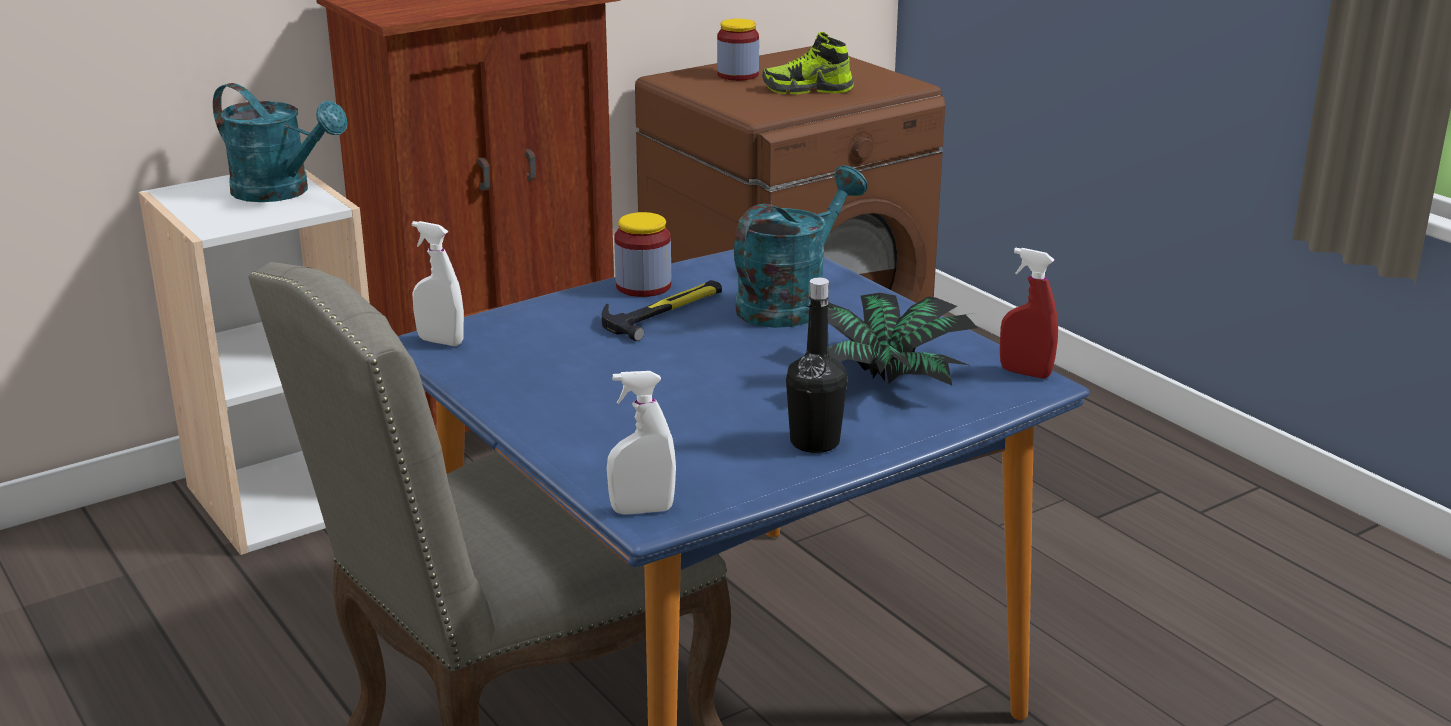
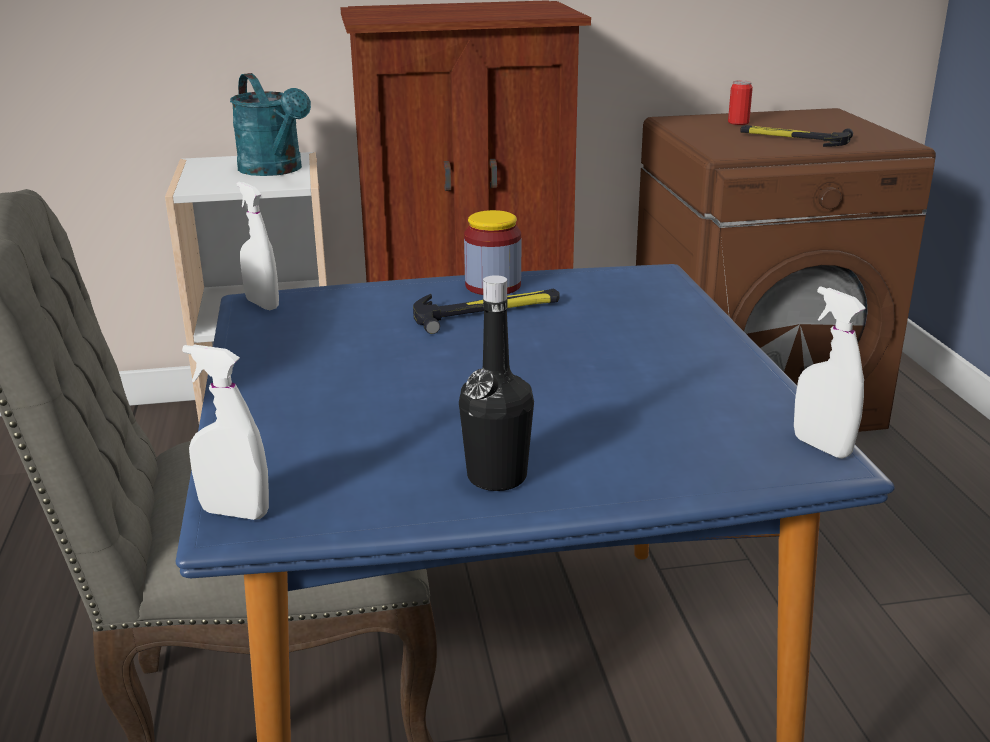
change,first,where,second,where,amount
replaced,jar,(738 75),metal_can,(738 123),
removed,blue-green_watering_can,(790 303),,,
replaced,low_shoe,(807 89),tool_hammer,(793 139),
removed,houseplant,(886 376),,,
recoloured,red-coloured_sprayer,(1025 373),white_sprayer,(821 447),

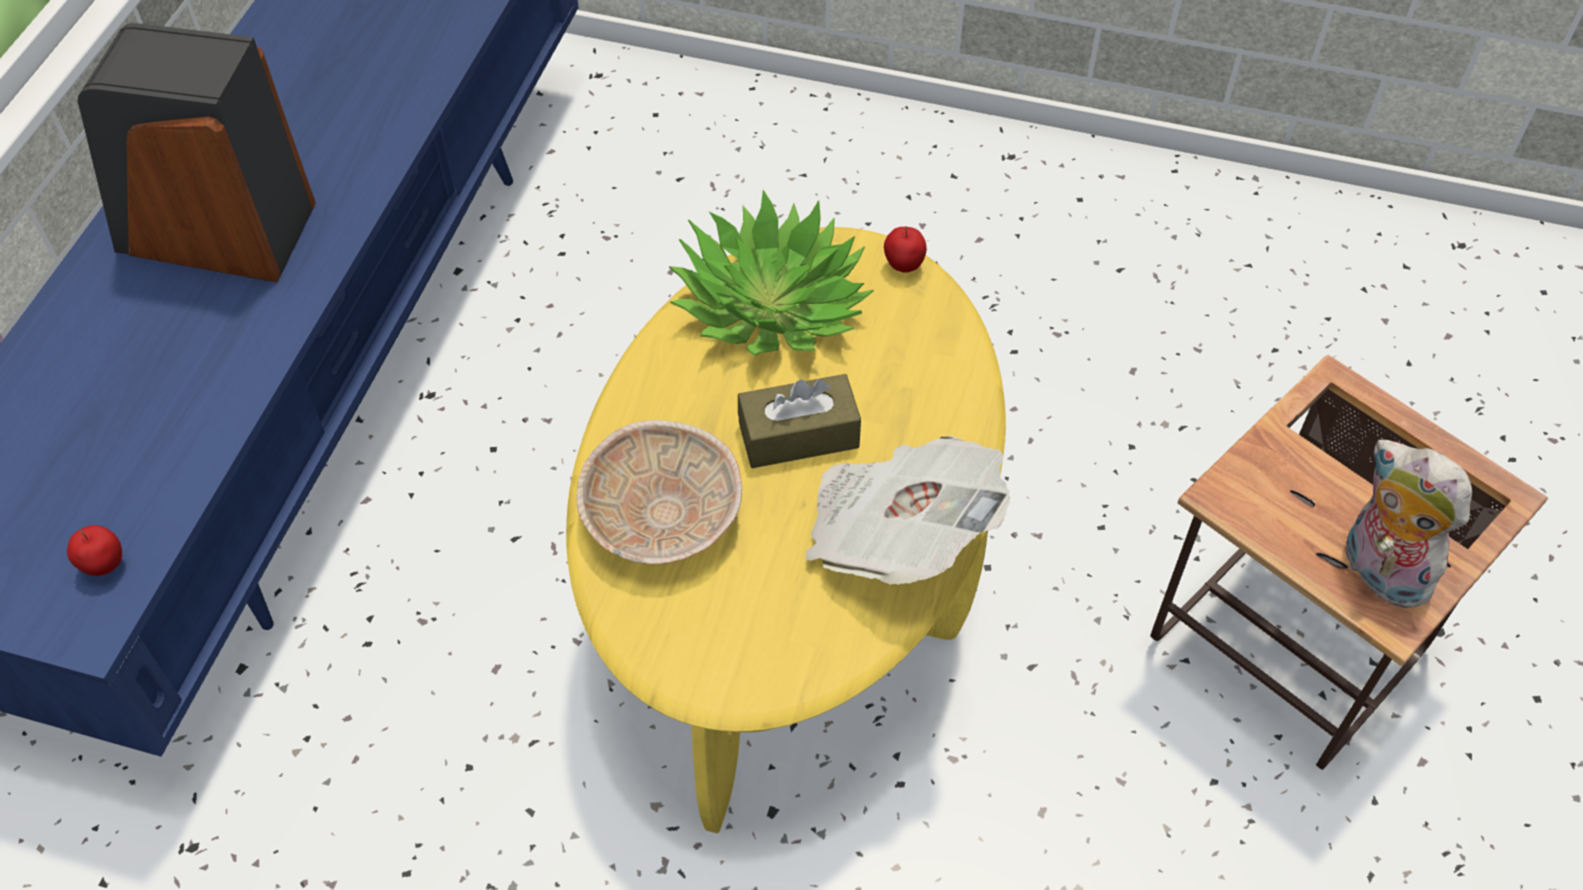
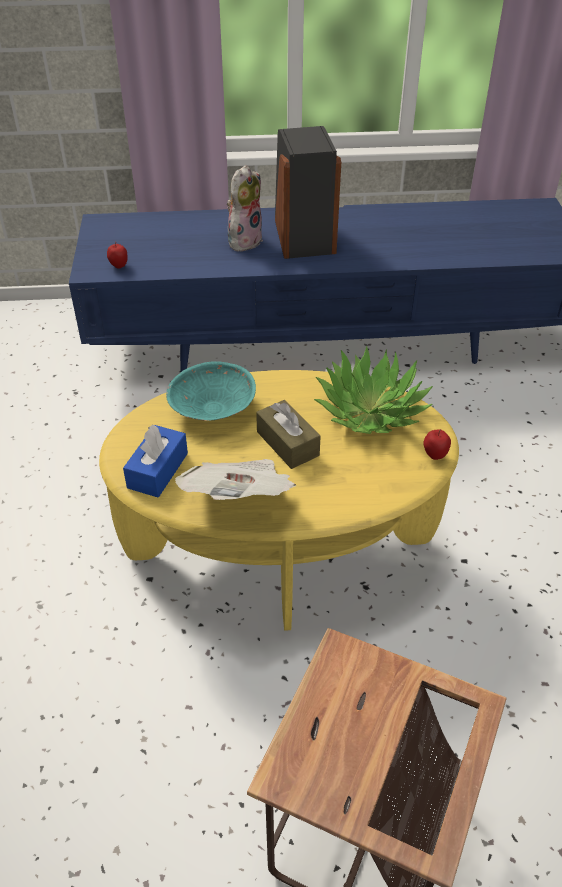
change,first,where,second,where,amount
recoloured,beige_deep_dish,(662 517),blue-green_deep_dish,(211 409),
moved,soft_toy,(1378 571),,(244 240),
added,,,blue_tissue_box,(158 470),

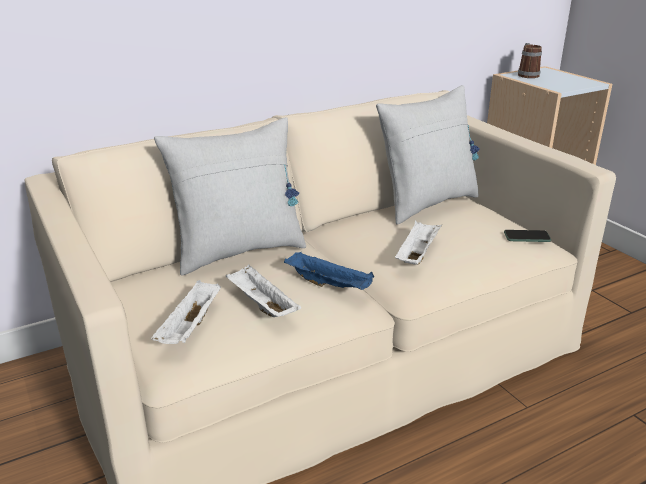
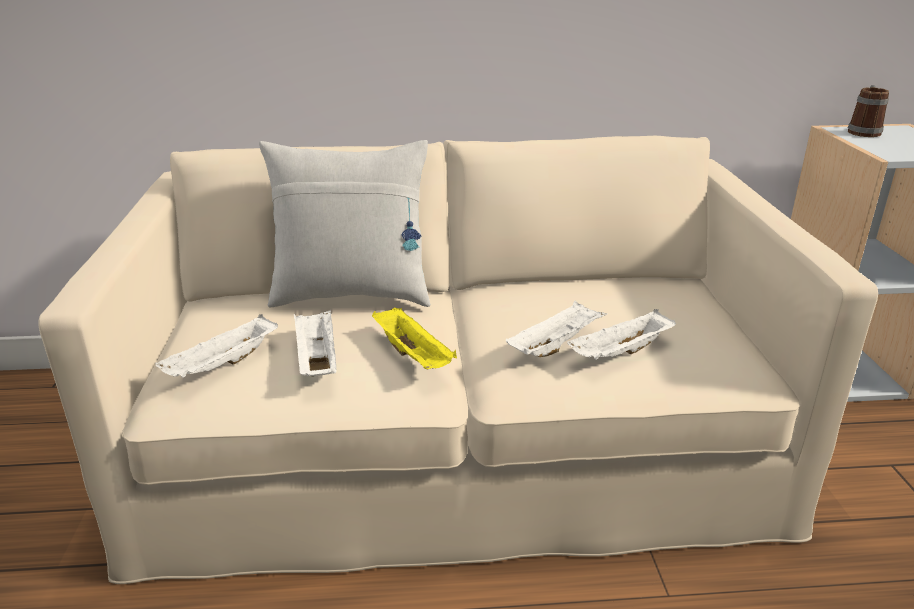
change,first,where,second,where,amount
recoloured,blue_carrying_tray,(330 285),yellow-coloured_carrying_tray,(414 356),
removed,gray_throw_pillow,(426 205),,,
removed,phone,(527 237),,,
added,,,white_carrying_tray,(621 353),

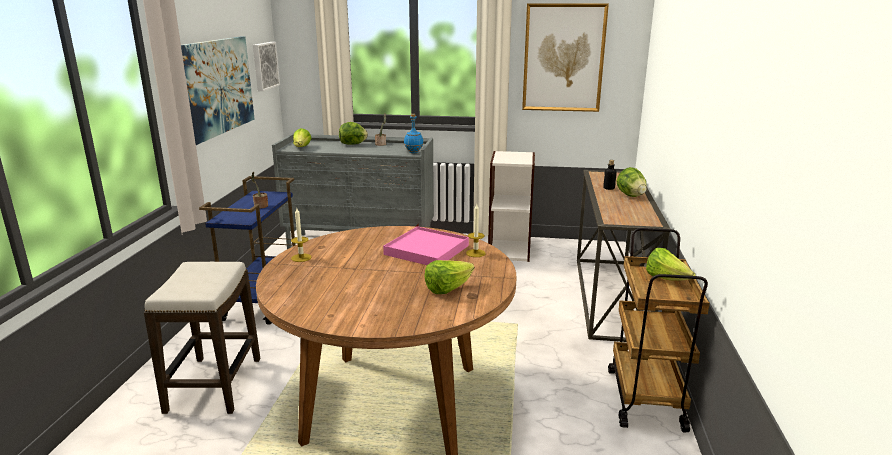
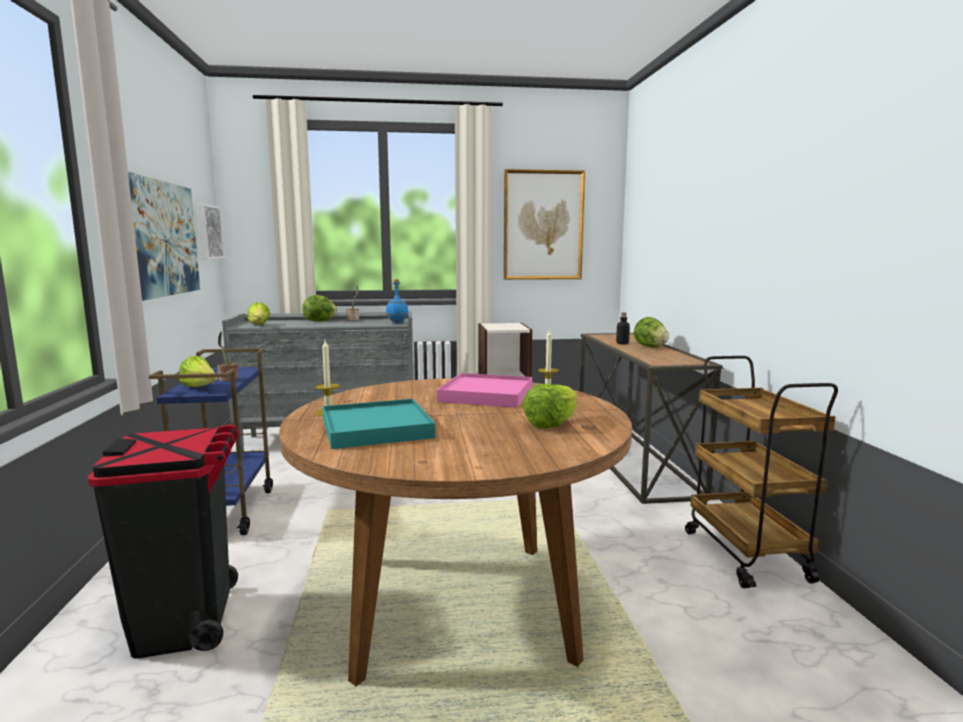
change,first,where,second,where,amount
replaced,stool_seat,(214 385),blackish_trash_can,(186 622),
moved,lettuce_head,(666 279),,(201 388),
added,,,blue-green_carrying_tray,(376 428),

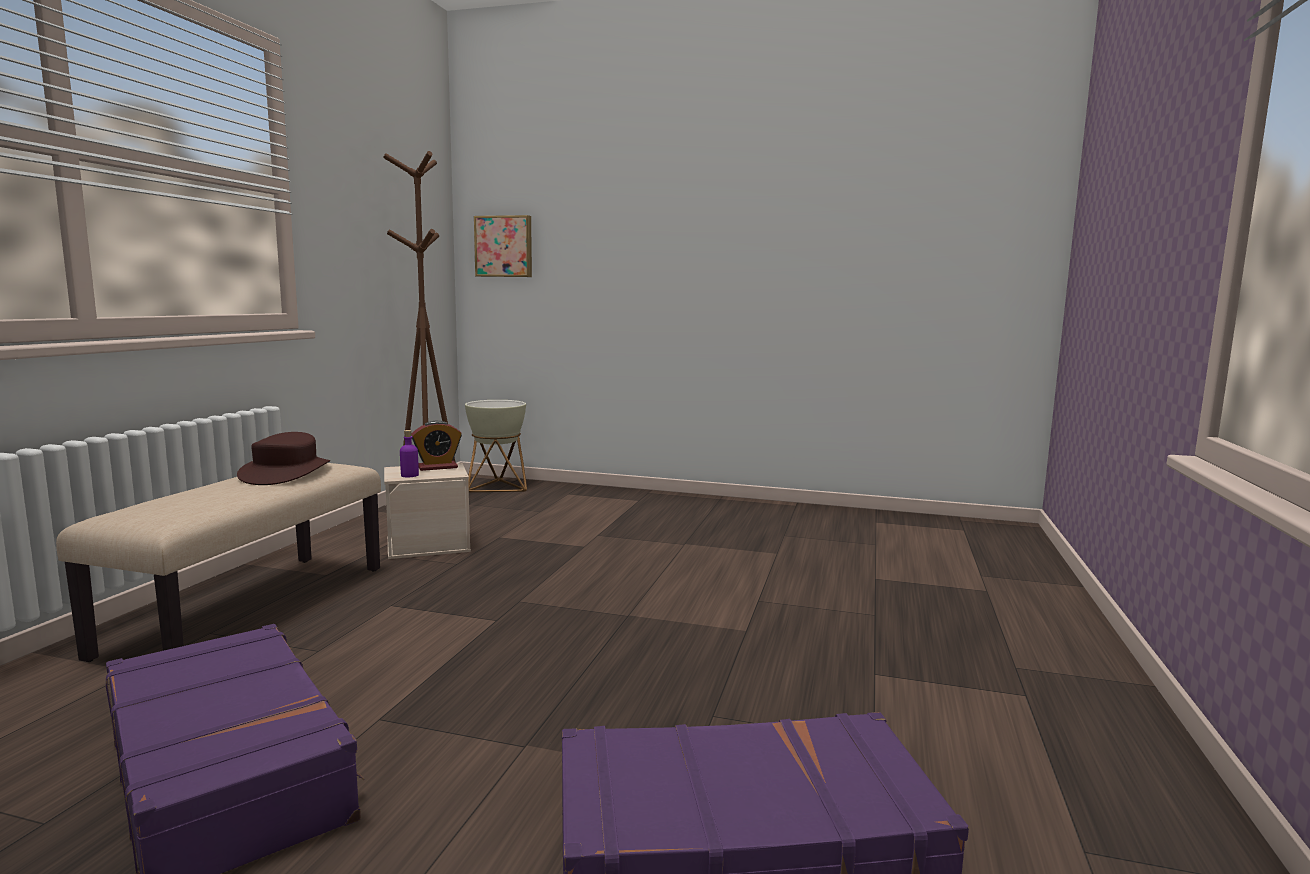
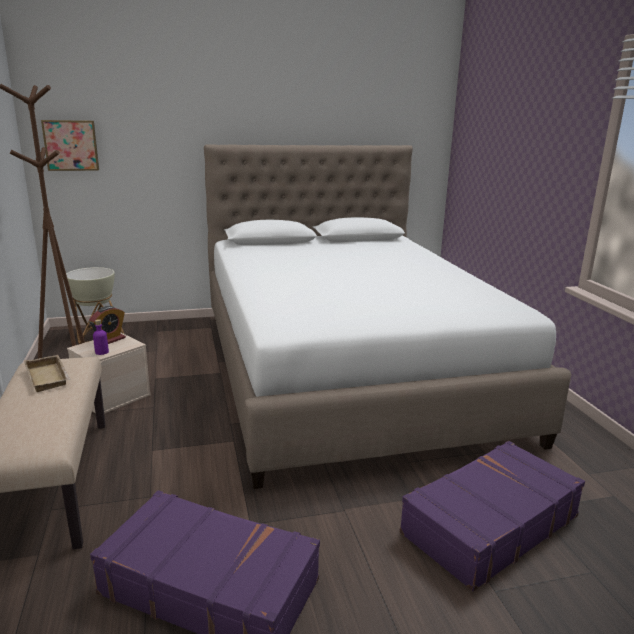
change,first,where,second,where,amount
replaced,brown_clothing_hat,(286 473),beige_carrying_tray,(49 377),
added,,,white_bedroom_bed,(346 369),

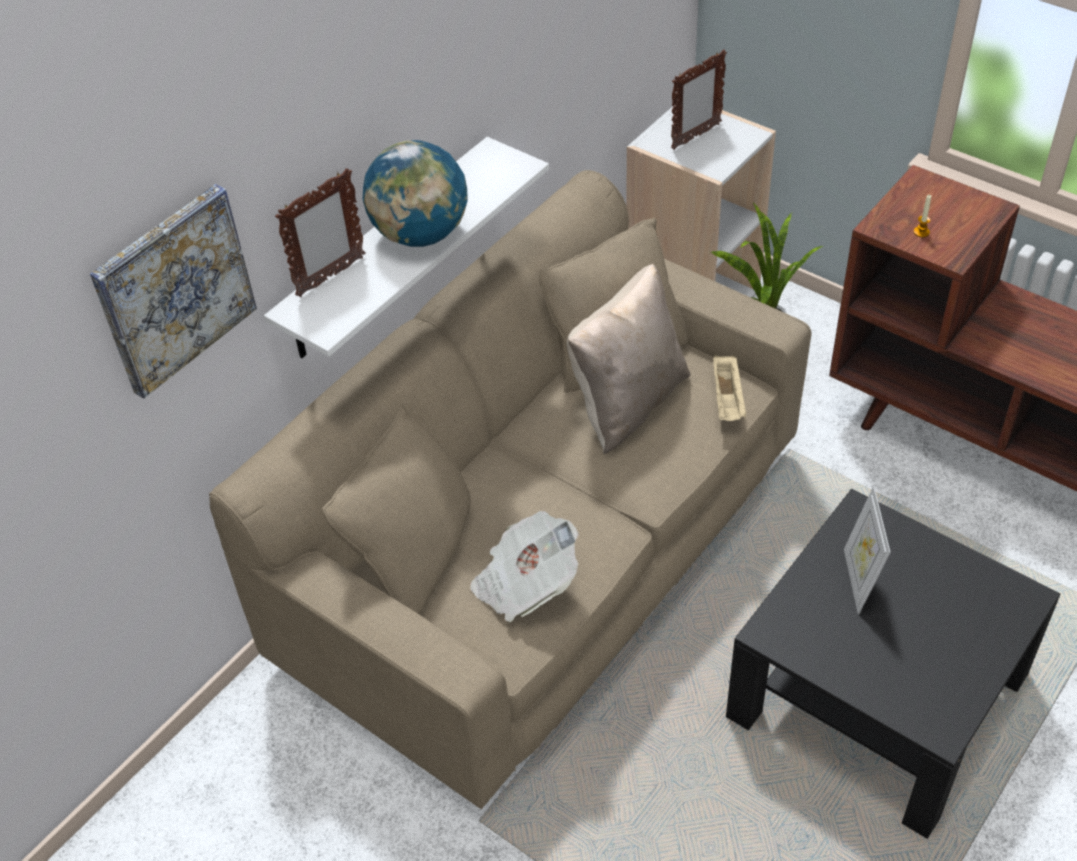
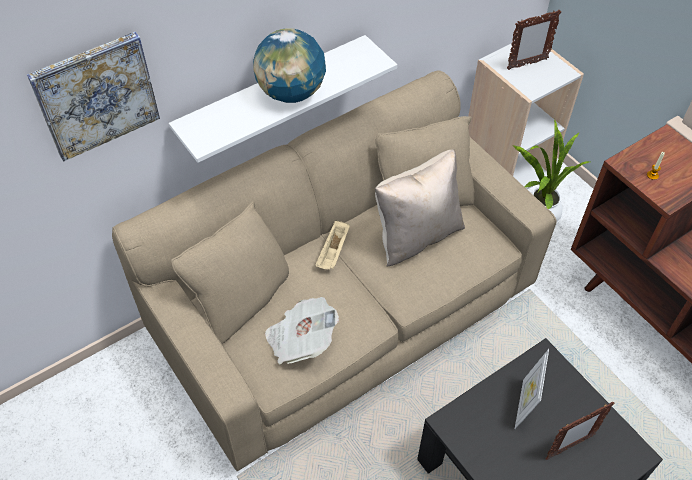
change,first,where,second,where,amount
moved,photo_frame,(330 277),,(569 447),
moved,beige_carrying_tray,(728 399),,(333 252),

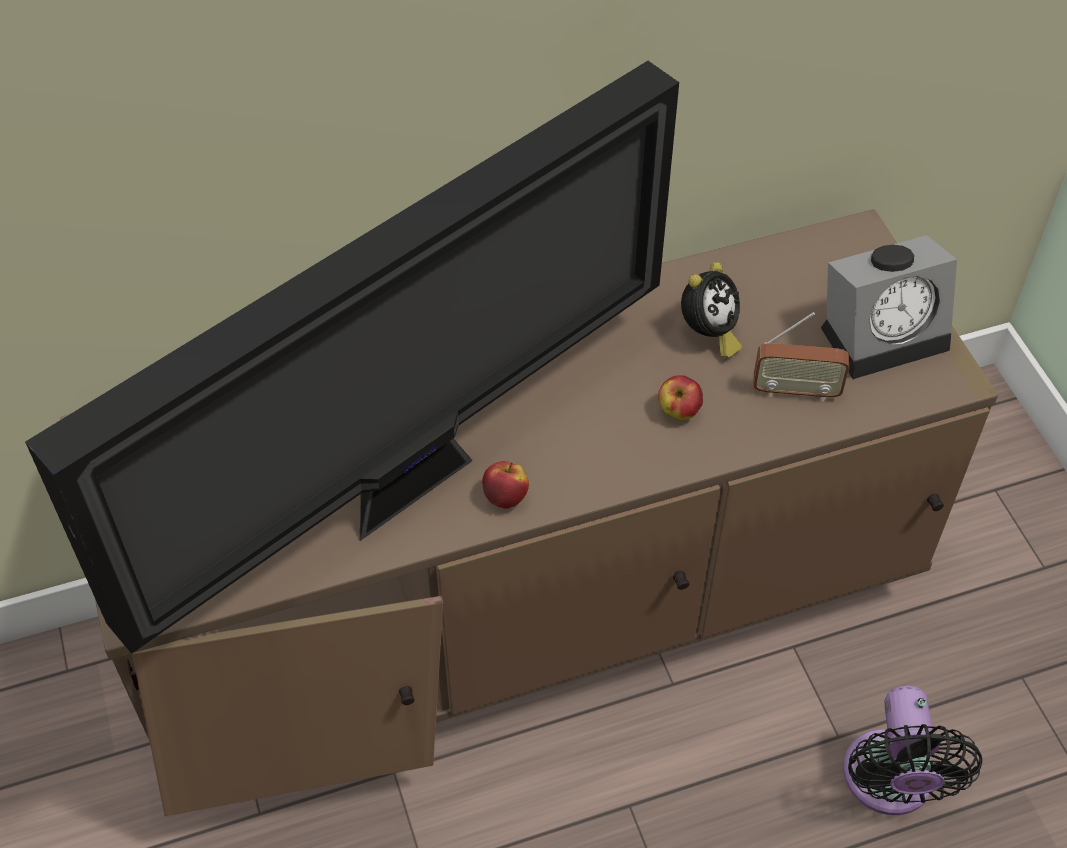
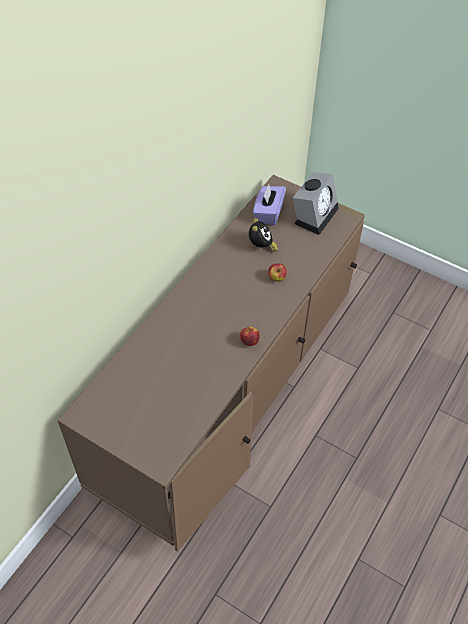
change,first,where,second,where,amount
removed,TV_set,(412 481),,,
removed,radio_receiver,(796 391),,,
removed,blackish_fan,(889 783),,,
added,,,purplish_tissue_box,(268 213),

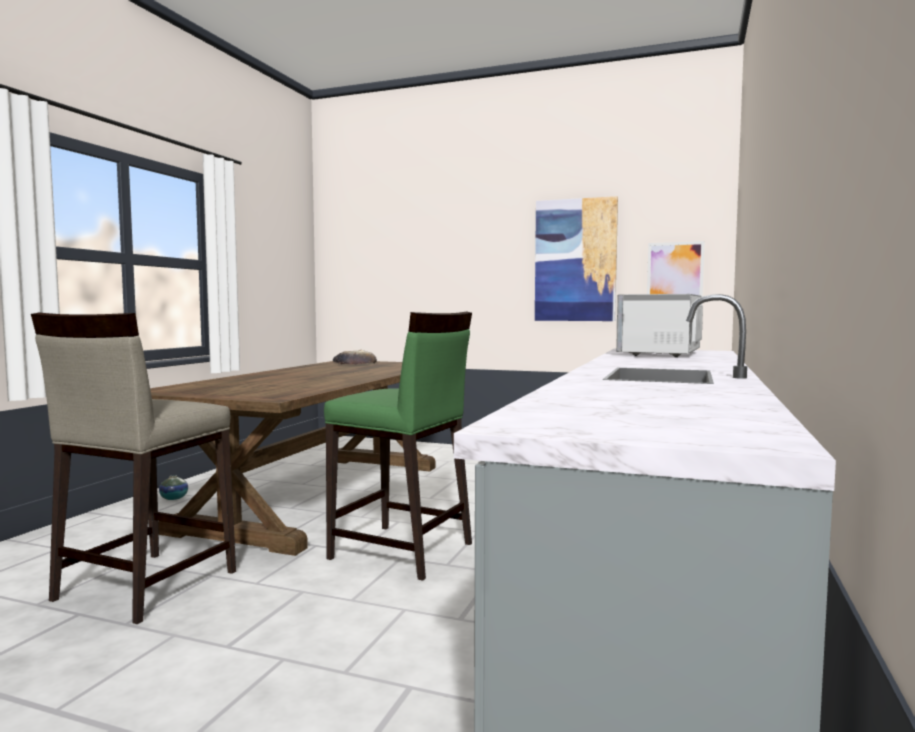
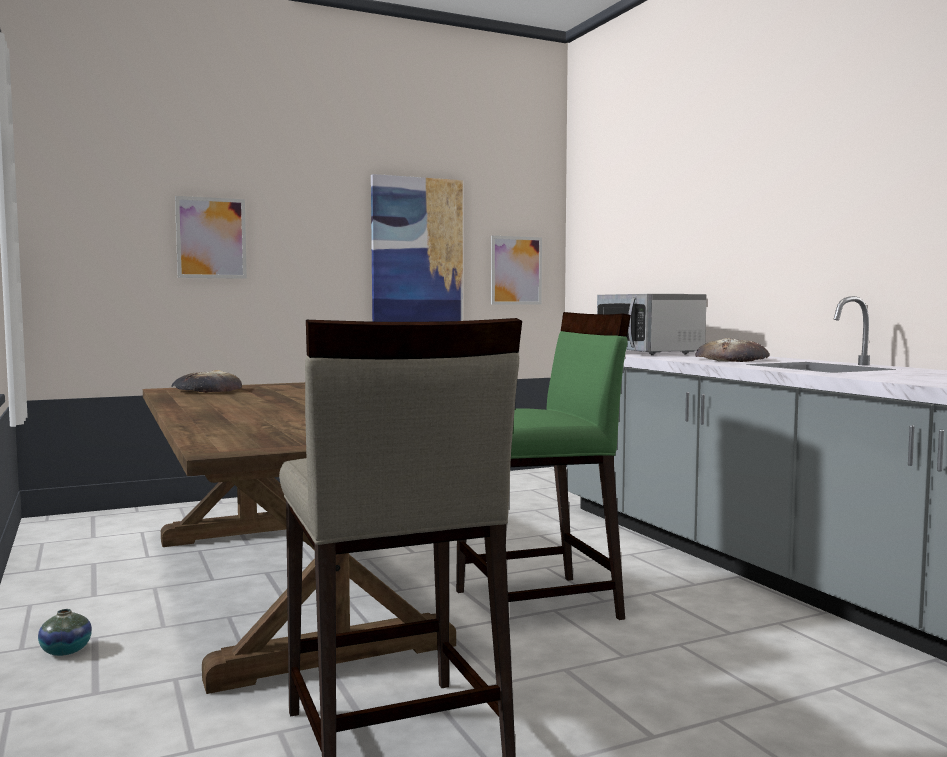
change,first,where,second,where,amount
added,,,picture,(211 238),
added,,,baked_bread,(731 359),

